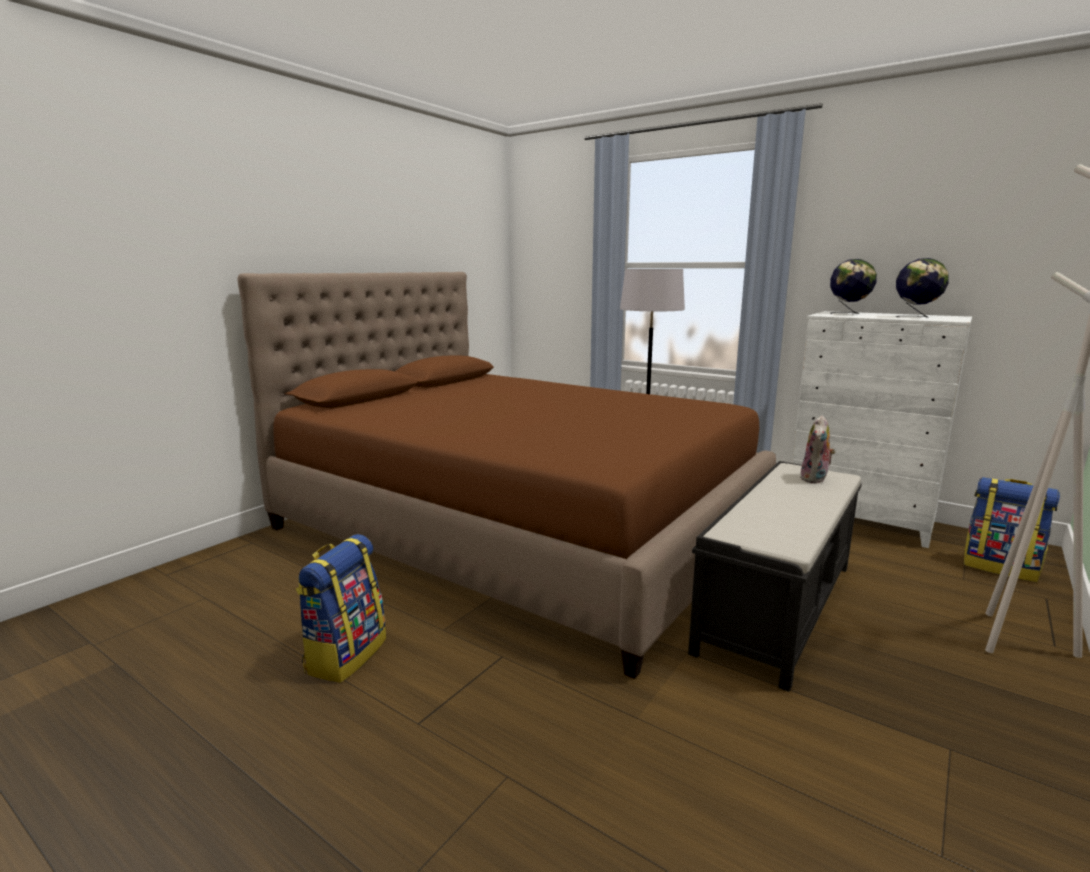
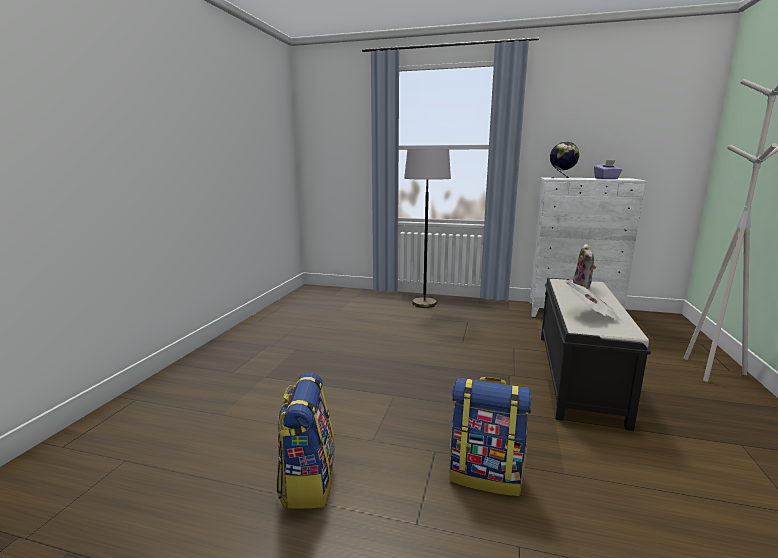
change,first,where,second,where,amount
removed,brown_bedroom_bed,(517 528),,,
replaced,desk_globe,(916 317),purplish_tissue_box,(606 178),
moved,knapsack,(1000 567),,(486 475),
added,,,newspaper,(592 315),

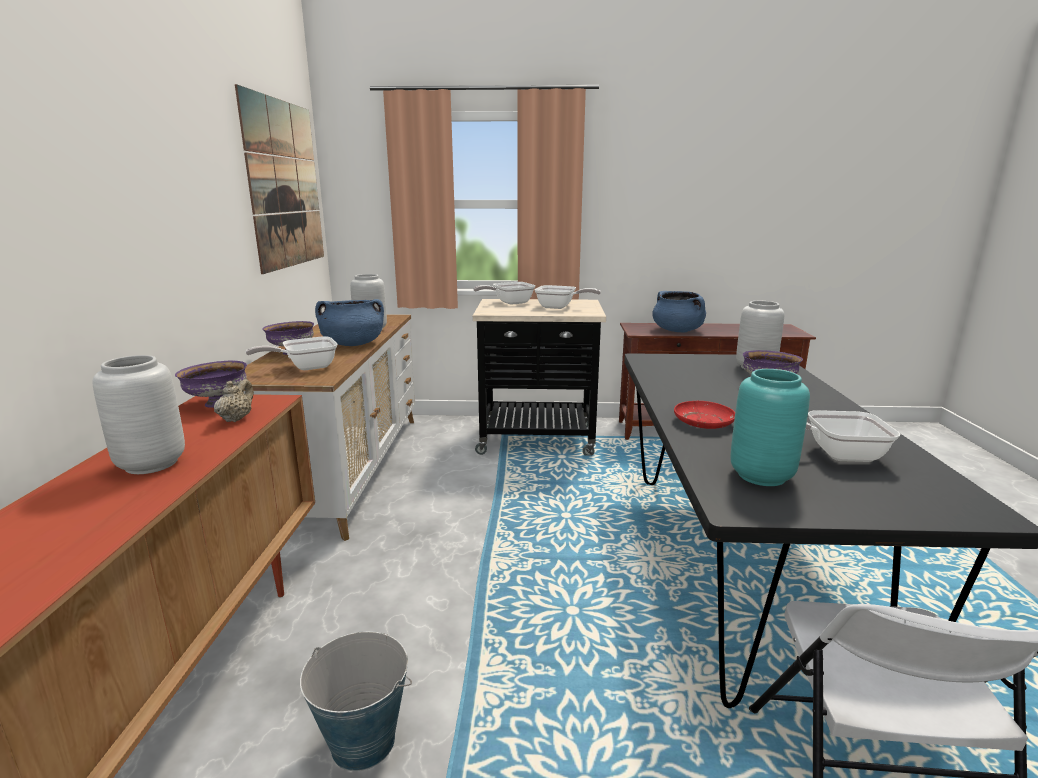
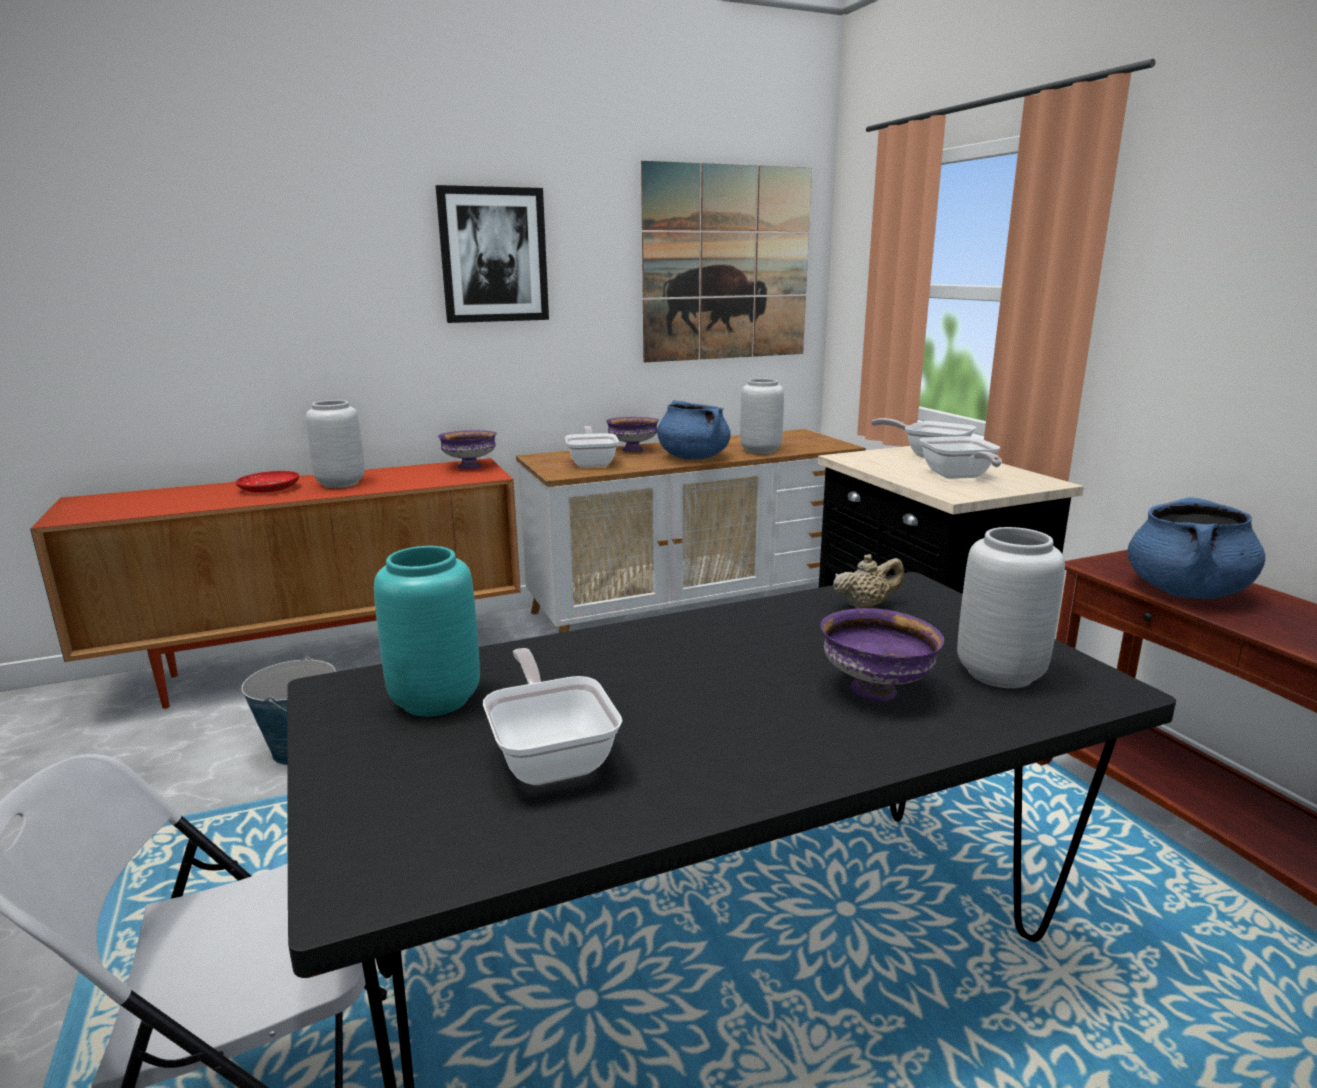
change,first,where,second,where,amount
moved,beige_teapot,(237 418),,(866 605),
turned,skillet,(305 367),,(592 463),45 degrees clockwise
moved,red-coloured_plate,(703 422),,(269 489),
added,,,picture,(493 255),

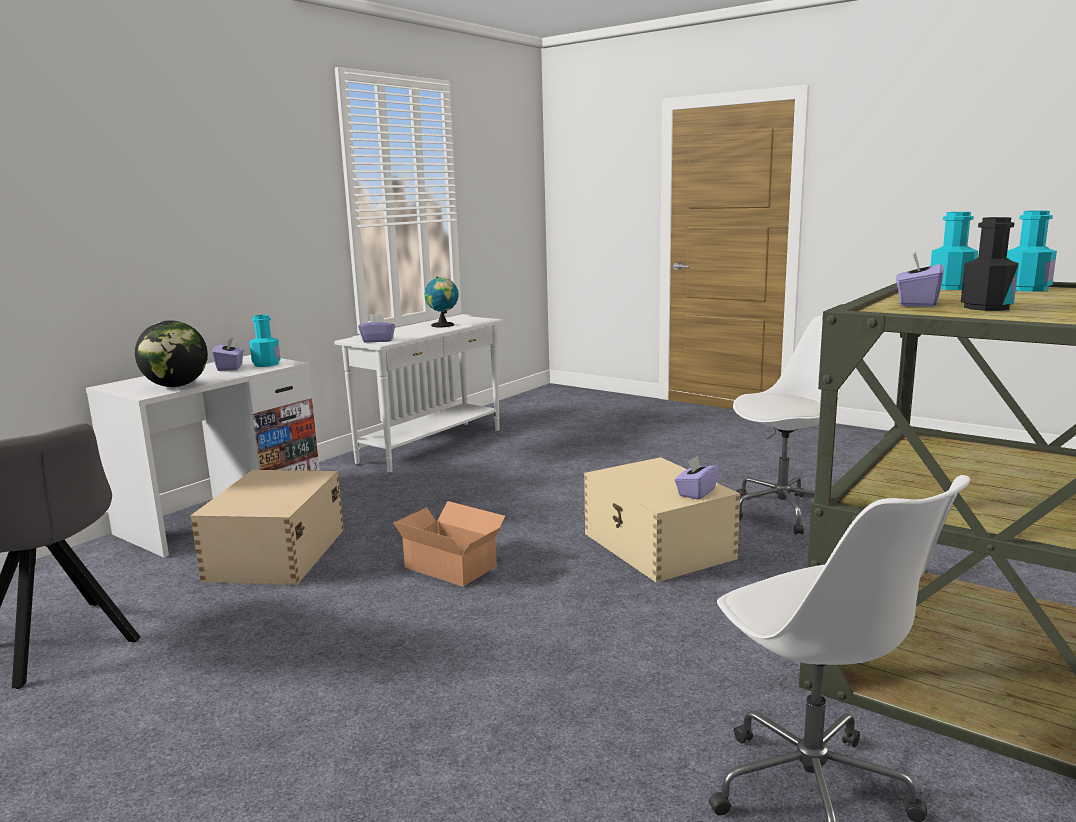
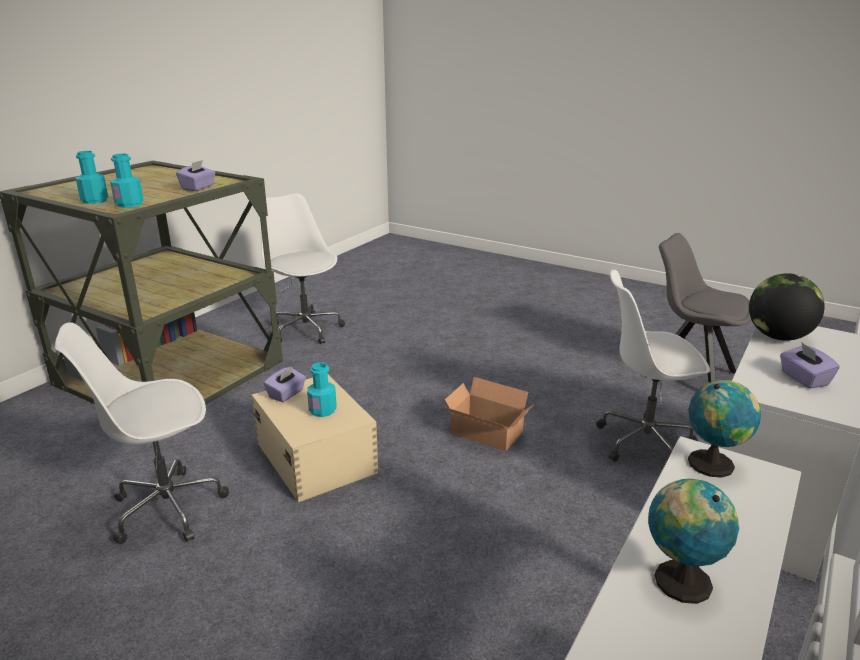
change,first,where,second,where,amount
replaced,beige_storage_container,(275 555),white_computer_chair,(641 443),
moved,blue-green_beverage_bottle,(266 364),,(323 410),
replaced,purplish_tissue_box,(378 340),desk_globe,(713 463),
removed,blackish_beverage_bottle,(986 307),,,

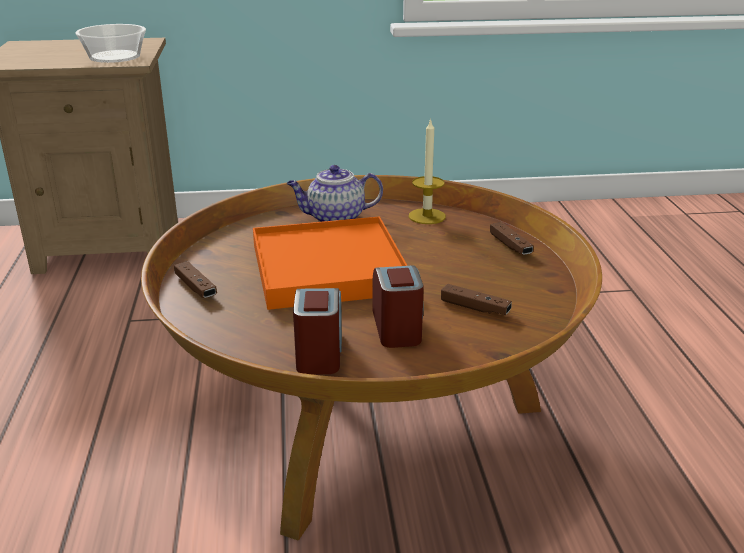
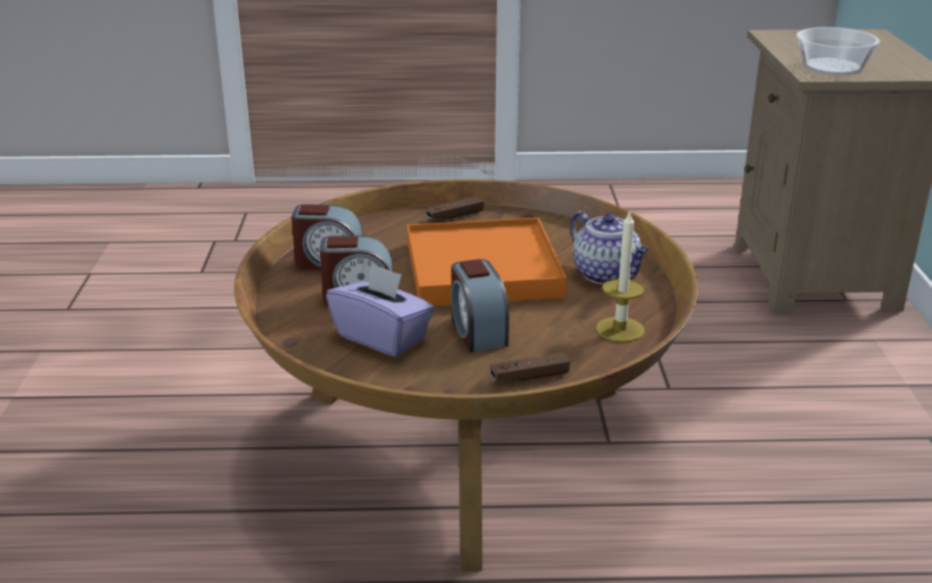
change,first,where,second,where,amount
turned,teapot,(334 219),,(607 275),150 degrees clockwise
replaced,brown_game_controller,(475 308),purplish_tissue_box,(382 337),
added,,,table_clock,(477 331),

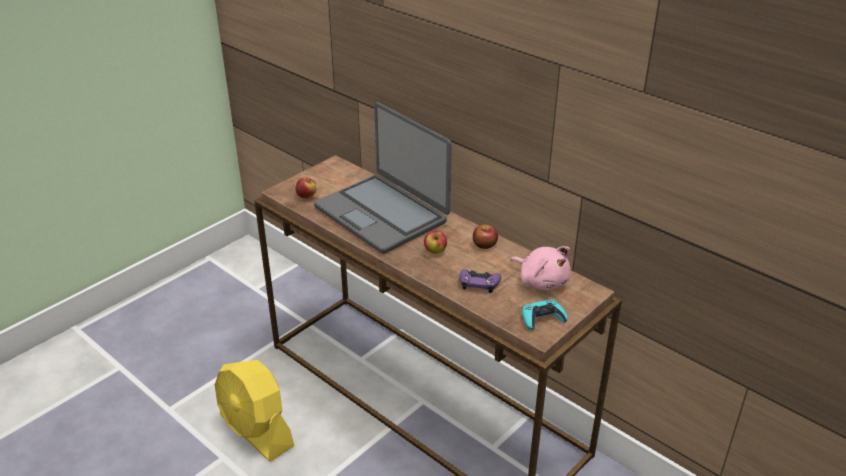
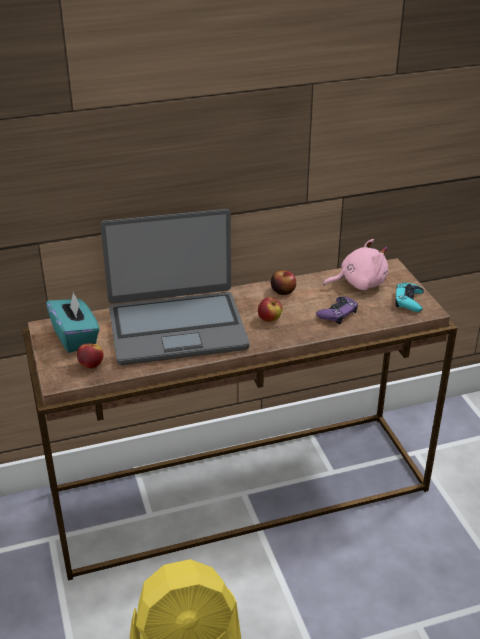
change,first,where,second,where,amount
added,,,blue-green_tissue_box,(75 337),

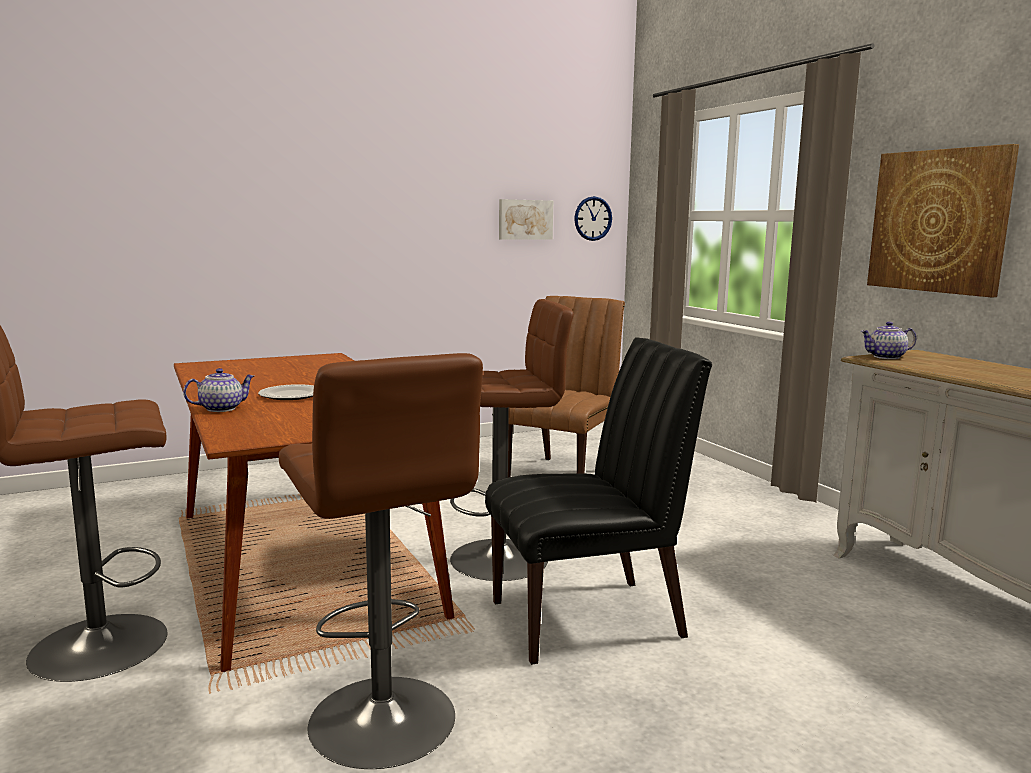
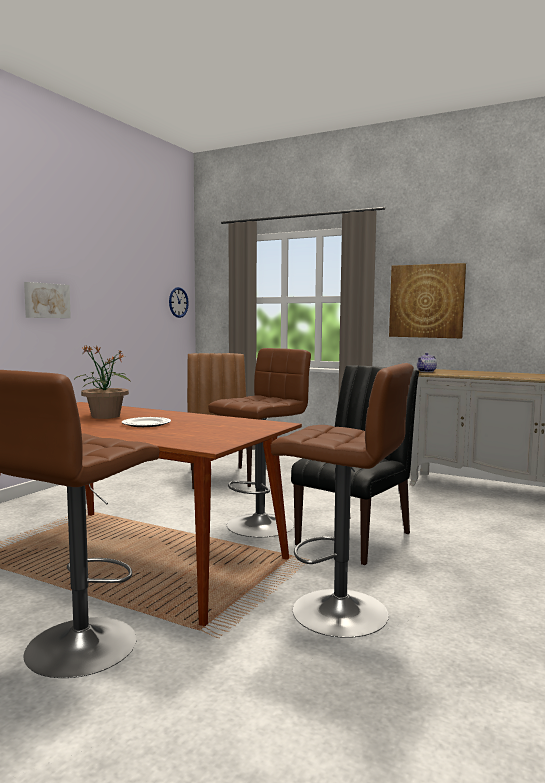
change,first,where,second,where,amount
removed,teapot,(221 408),,,
moved,picture,(525 219),,(46 300),
added,,,houseplant,(105 416),

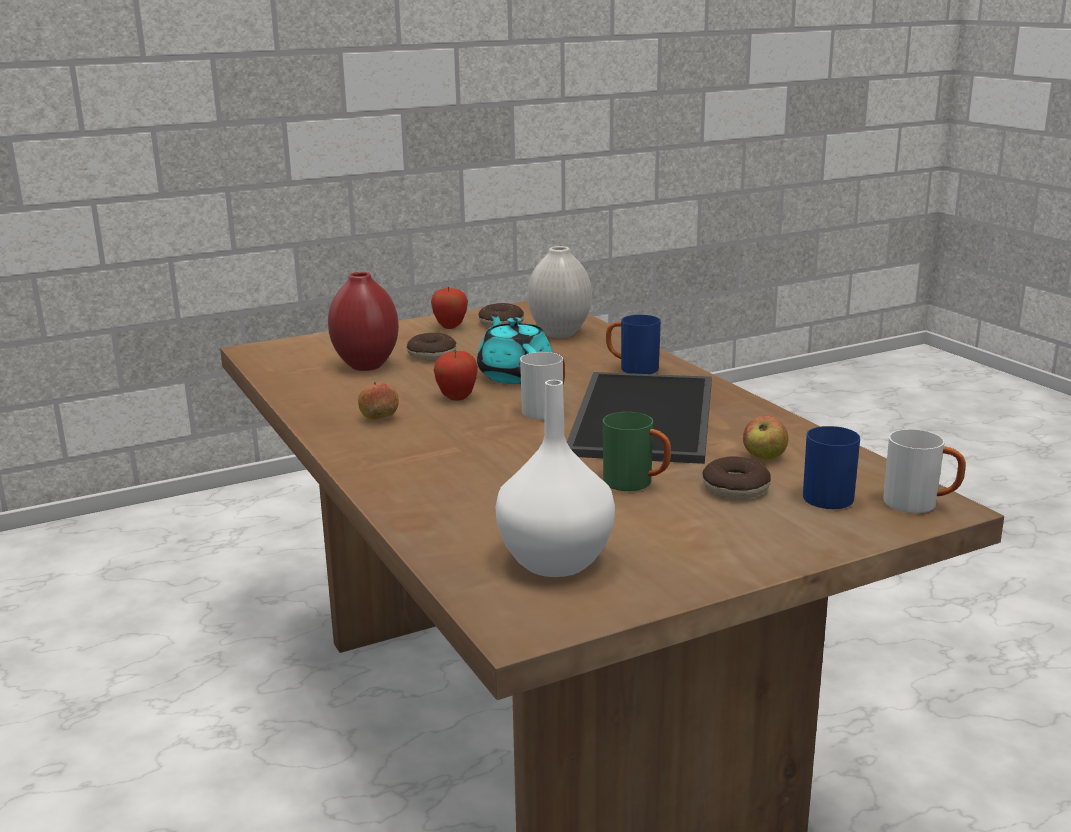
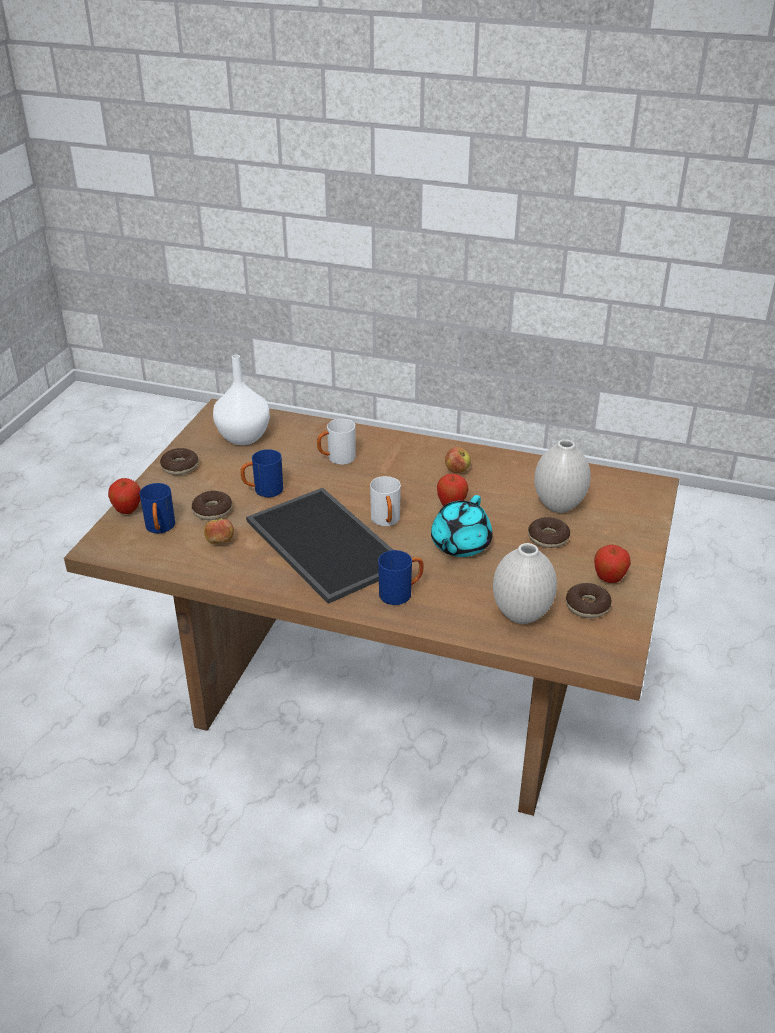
change,first,where,second,where,amount
recoloured,red-coloured_decorative_vase,(366 366),white_decorative_vase,(558 506),
turned,blue-green_teapot,(515 375),,(460 545),90 degrees clockwise
recoloured,green_tea_mug,(636 484),blue_tea_mug,(263 491),
moved,white_tea_mug,(920 505),,(336 459),
added,,,apple,(127 511),
added,,,ring_doughnut,(180 467),

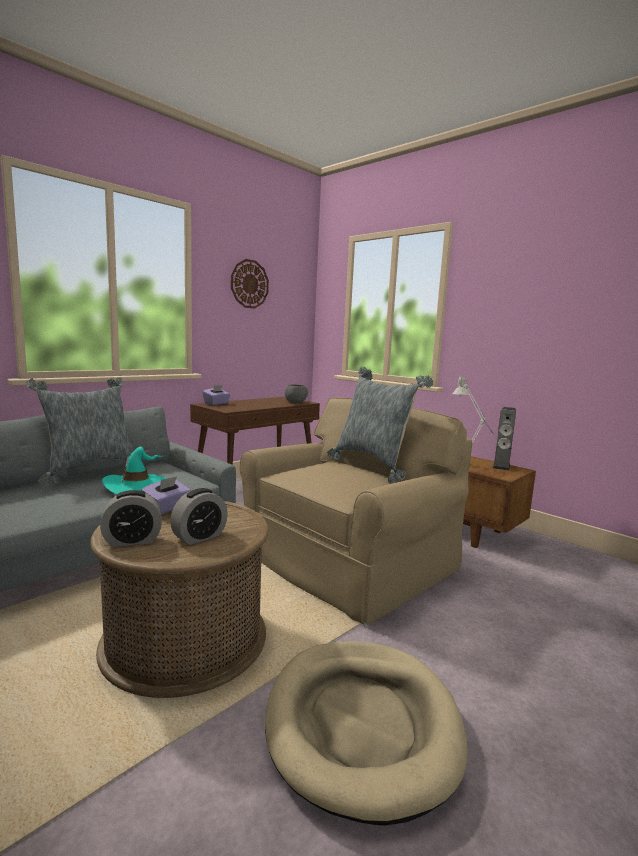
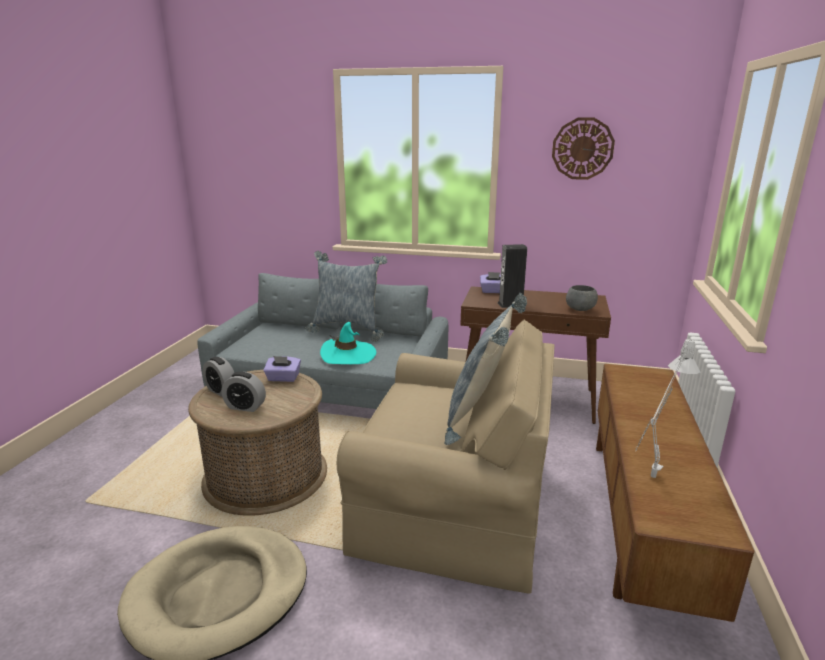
change,first,where,second,where,amount
moved,loudspeaker,(501 466),,(510 304),

